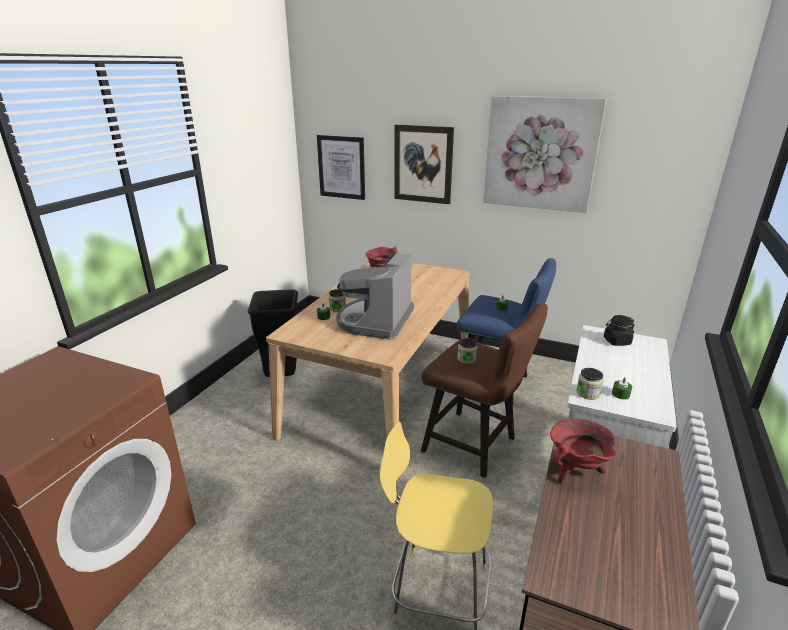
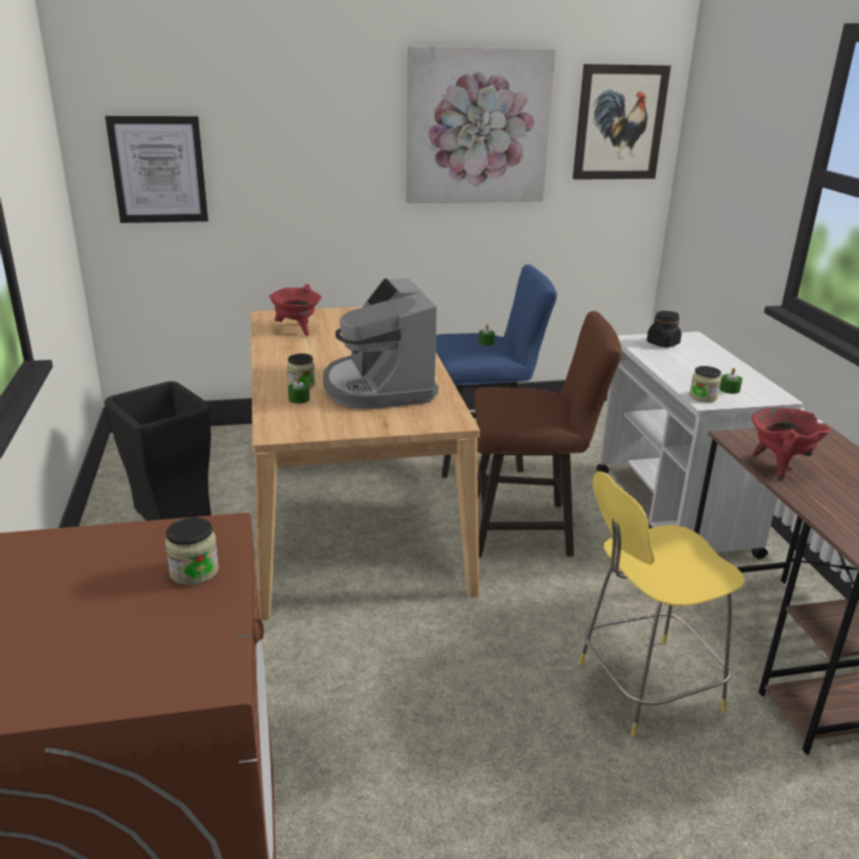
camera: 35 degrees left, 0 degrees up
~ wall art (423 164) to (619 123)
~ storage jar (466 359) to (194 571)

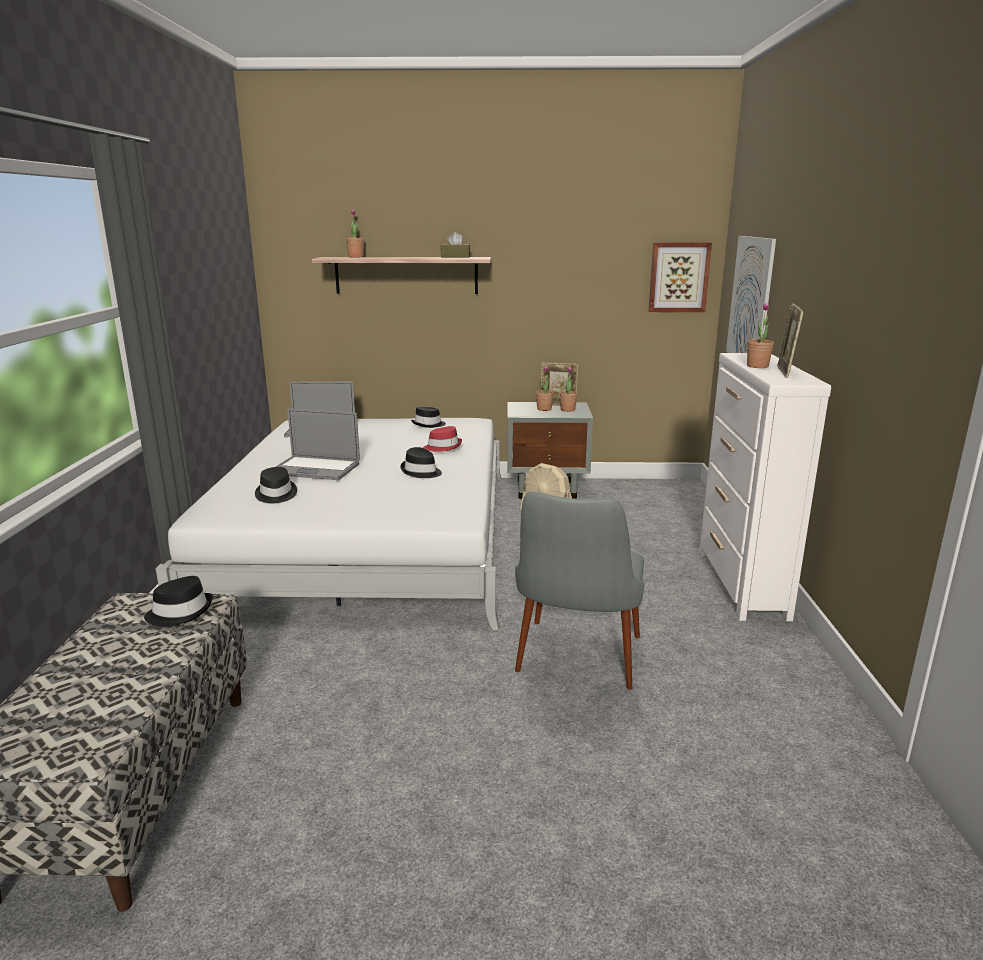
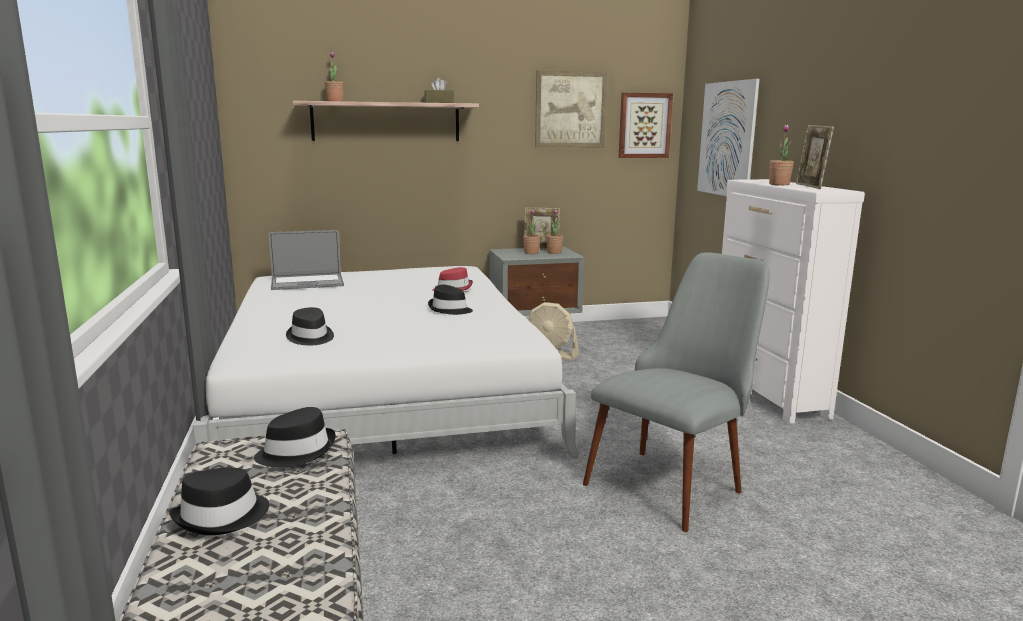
camera: 15 degrees left, 5 degrees down
- laptop (315 469)
~ clothing hat in black (429 425) to (222 517)
~ plain chair in gray (575 667) = (675 479) 135 degrees counterclockwise
+ wall art (570 109)

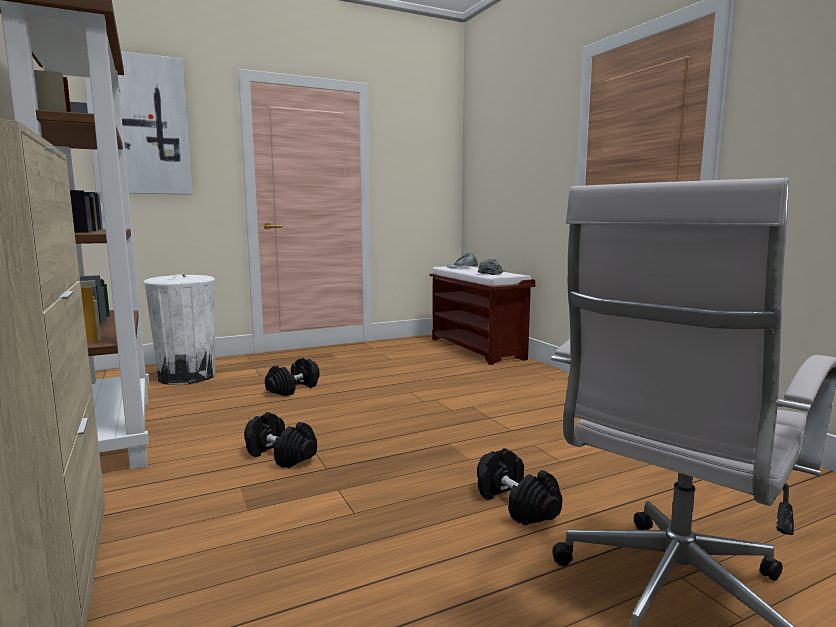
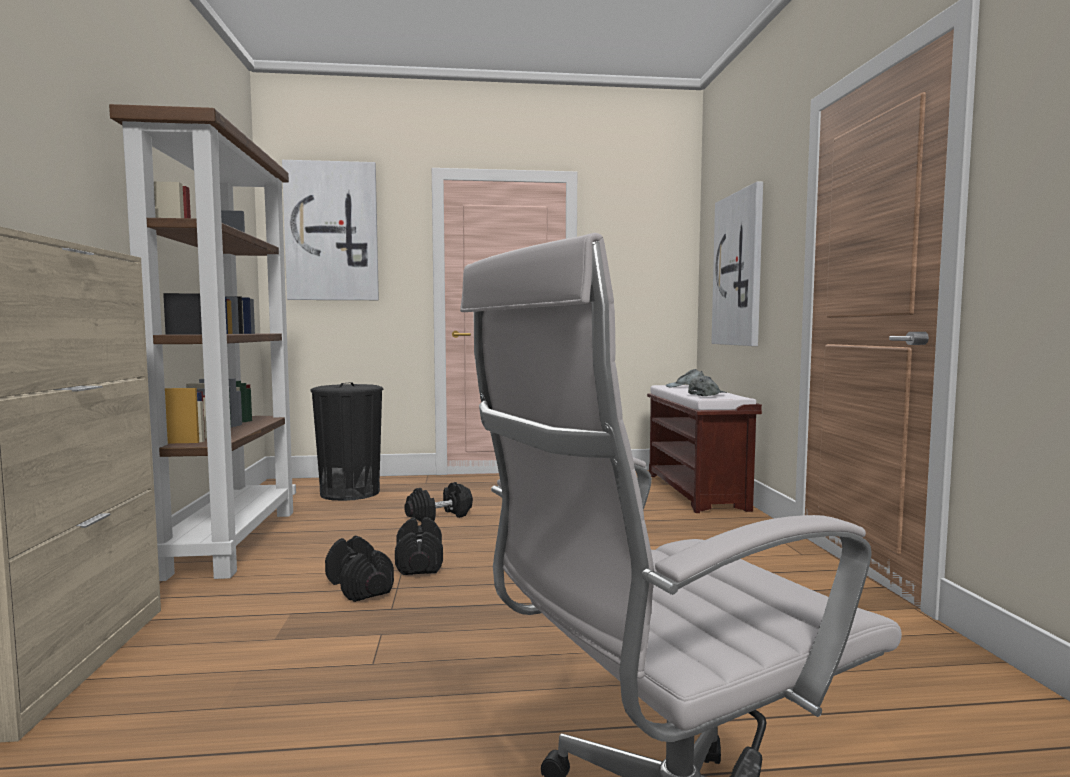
camera: 20 degrees right, 5 degrees down
~ trash can in white (187 376) to trash can in black (350 493)
~ free weight in black (515 504) to (419 563)
+ wall art (739 269)

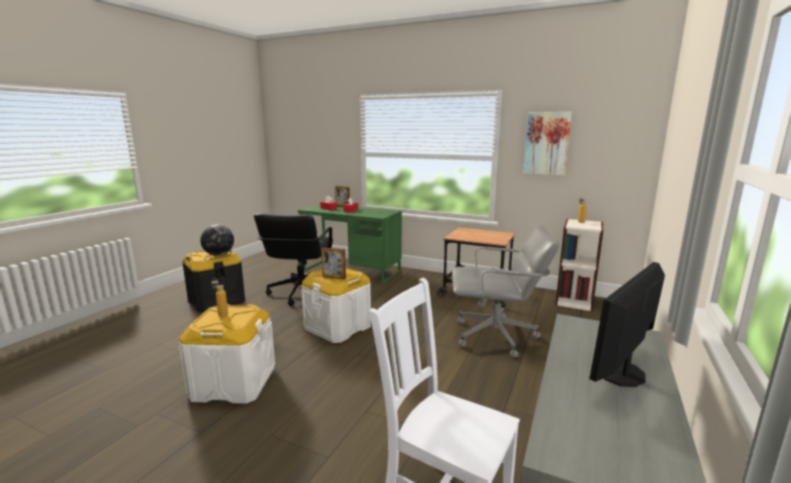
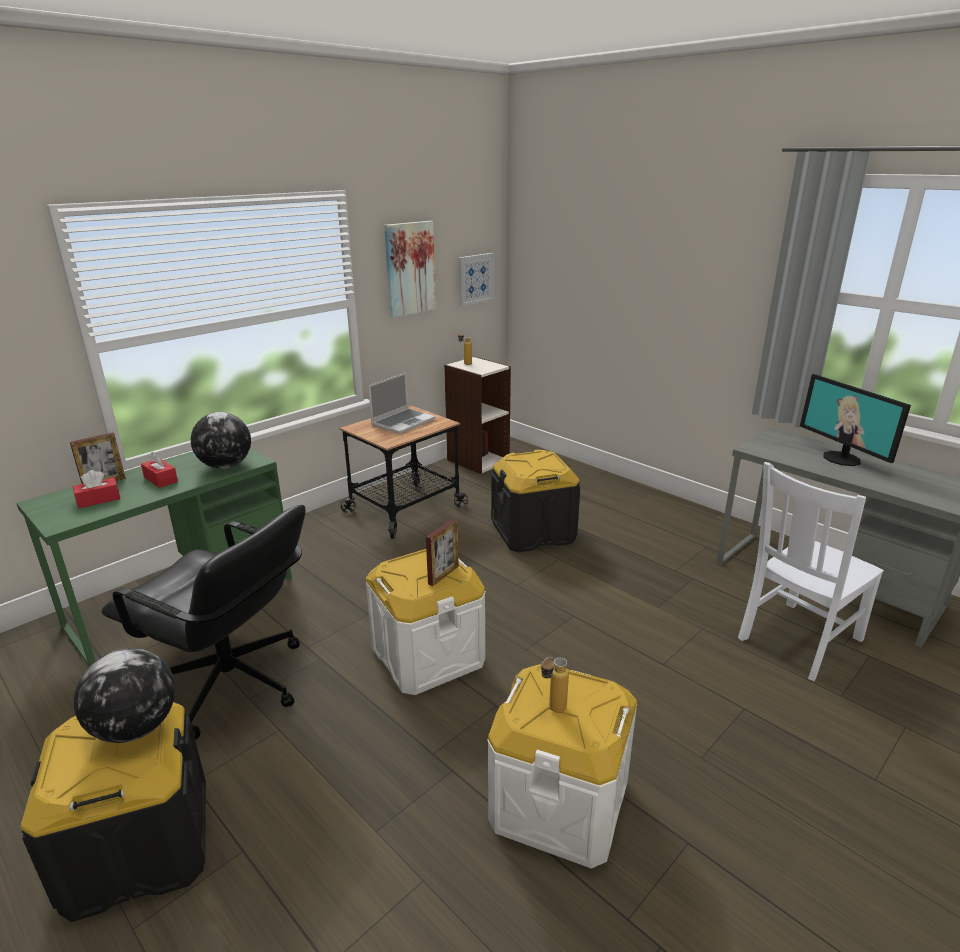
camera: 70 degrees left, 10 degrees up
~ computer chair in gray (496 336) to storage container in black (533 532)
+ desk globe (226 466)
+ laptop (403 422)
+ wall art (475 279)

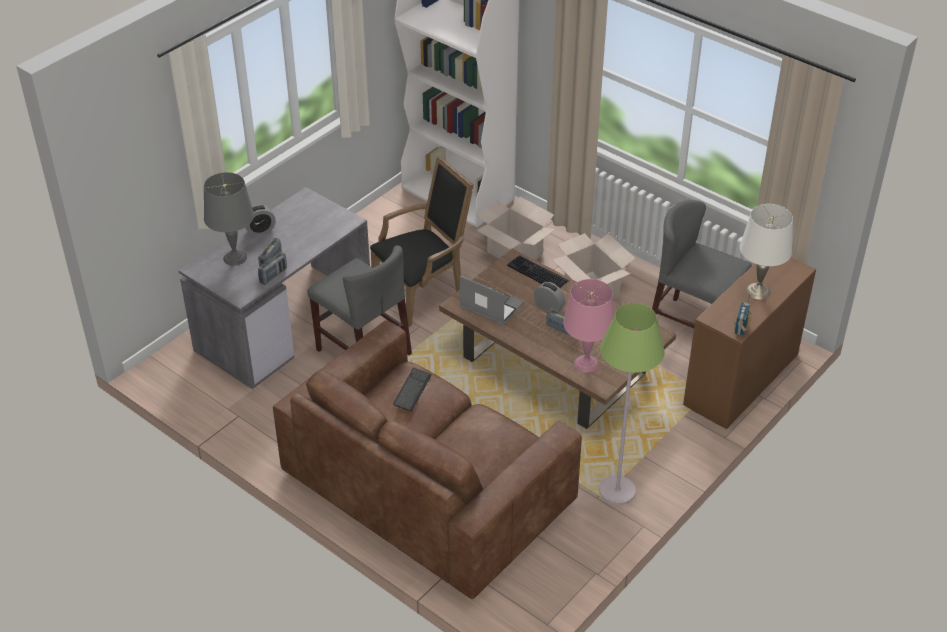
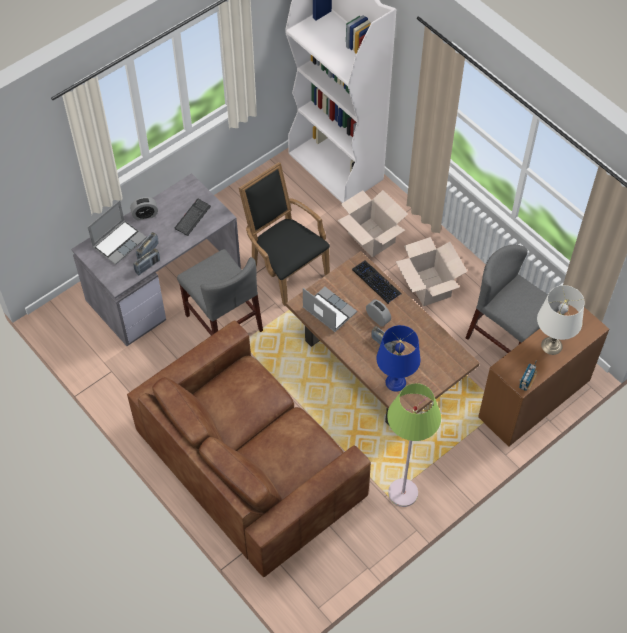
camera: 10 degrees right, 15 degrees up
~ lamp for a table in gray (235 257) to laptop (119 242)
~ armchair in black (423 292) = (285 268) 105 degrees counterclockwise
~ computer keyboard (412 390) to (192 218)
~ lamp for a table in pinkish (586 364) to lamp for a table in blue (396 382)

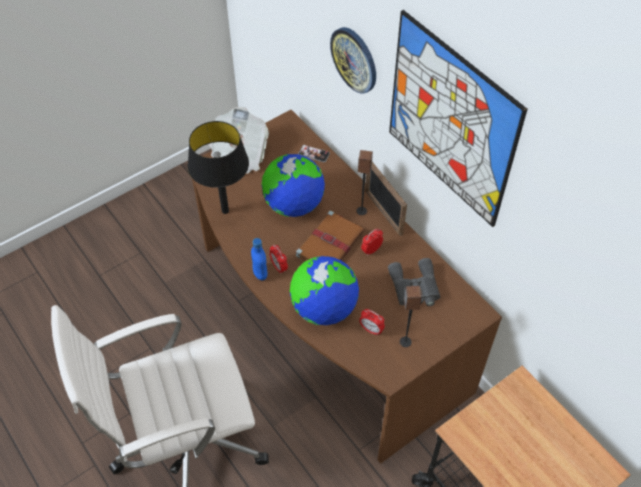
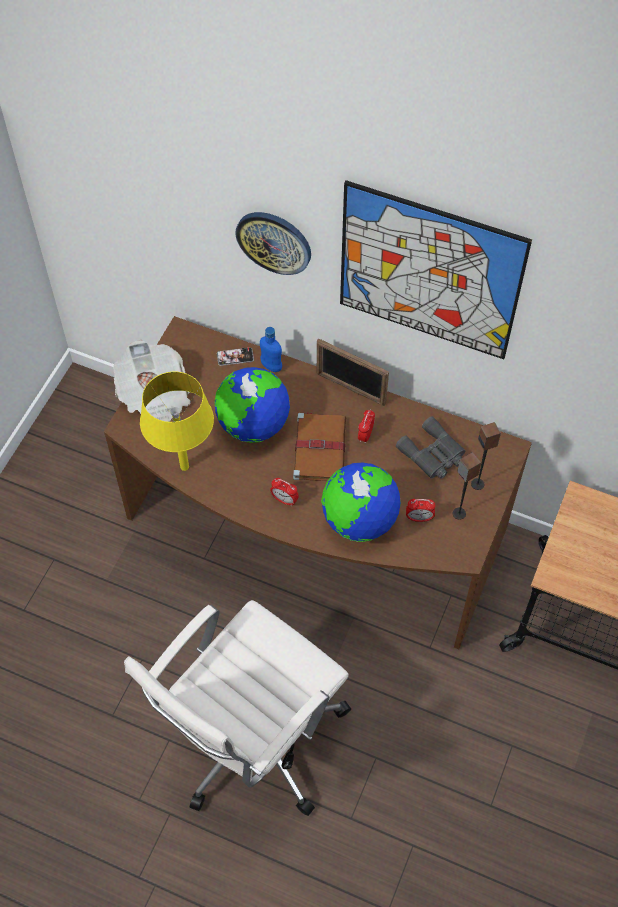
camera: 30 degrees left, 5 degrees up
~ lamp for a table in black (225 211) to lamp for a table in yellowish (184 467)
~ beverage bottle in blue (260 273) to (271 366)
~ speaker (362 211) to (478 484)

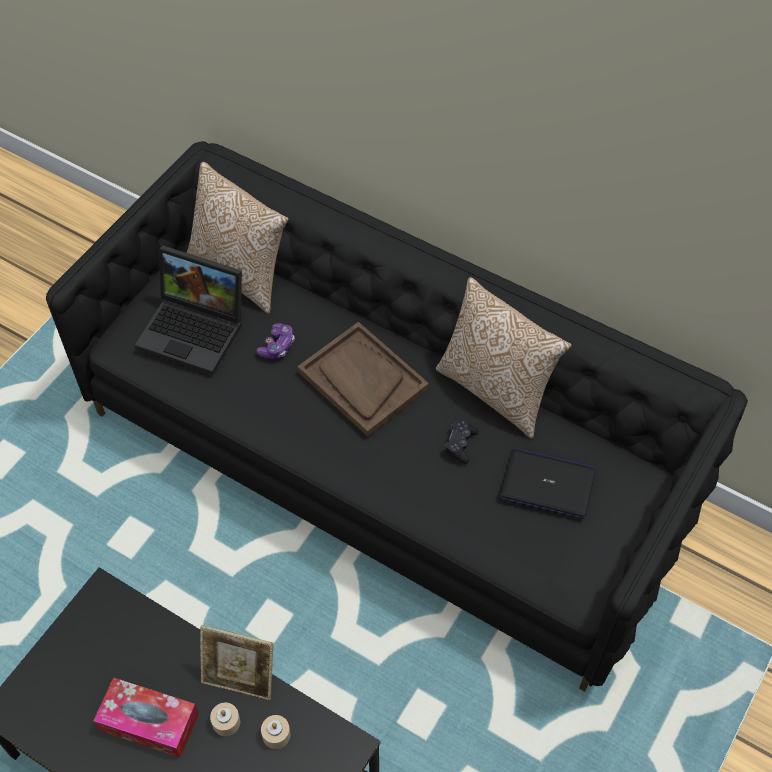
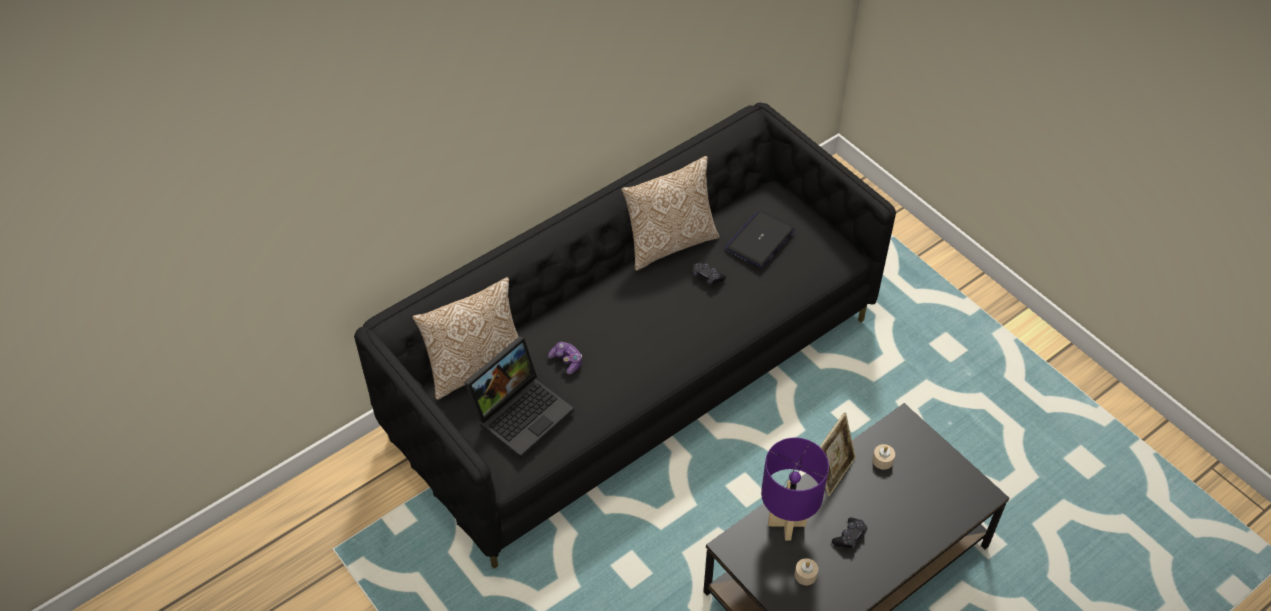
camera: 70 degrees left, 5 degrees down
~ tissue box (149 722) to joypad in black (849 536)
~ wax light in beige-coloured (226 722) to (805 575)
- carrying tray in brownish (362 380)
+ lamp for a table in purple-coloured (786 523)

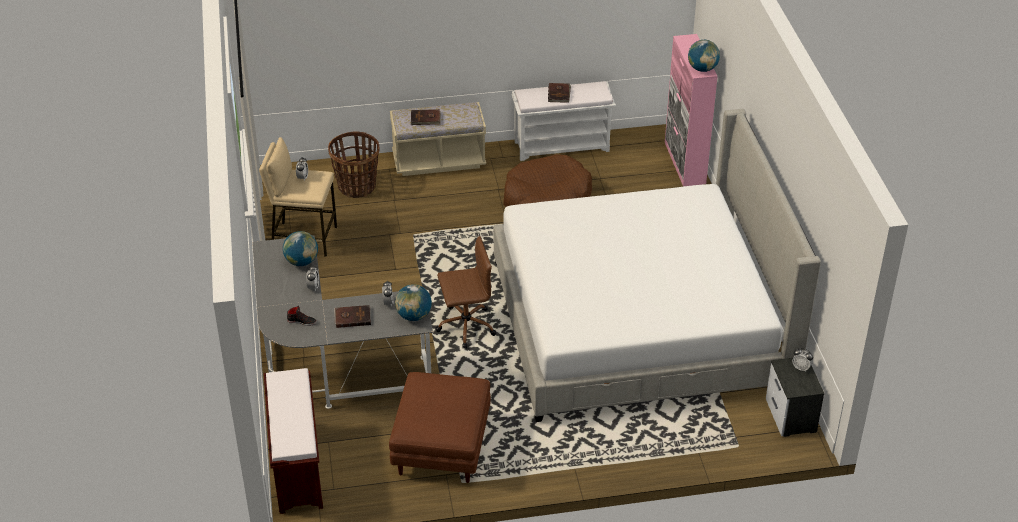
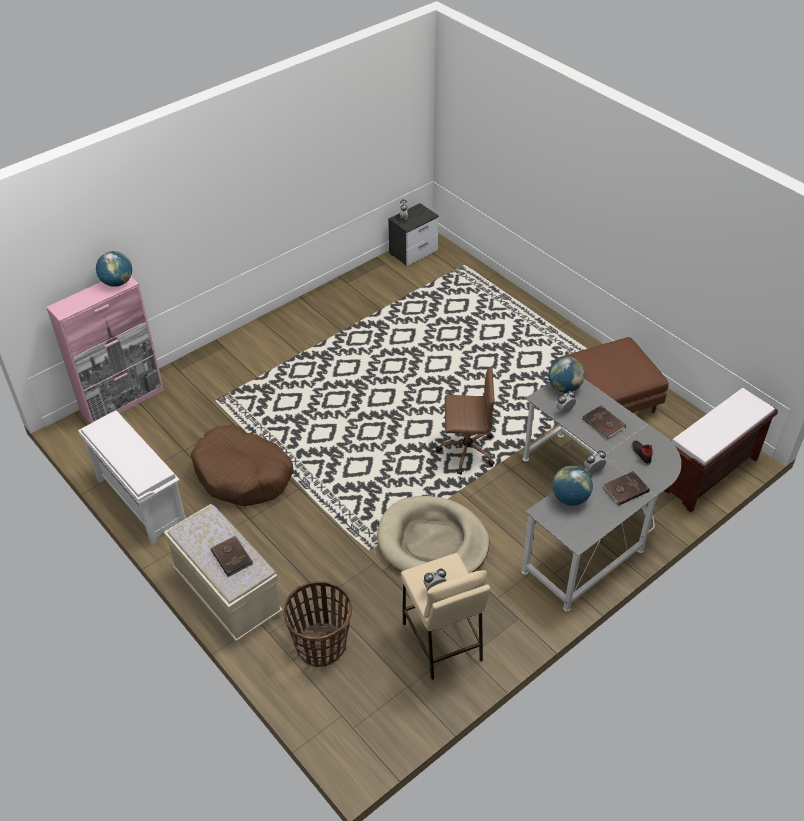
camera: 120 degrees left, 5 degrees up
~ computer chair in brownish (465 326) = (466 450) 135 degrees clockwise
- sleeping bed (638 323)
~ volume in brownish (559 94) to (625 489)
+ dog bed in beige-coloured (432 542)

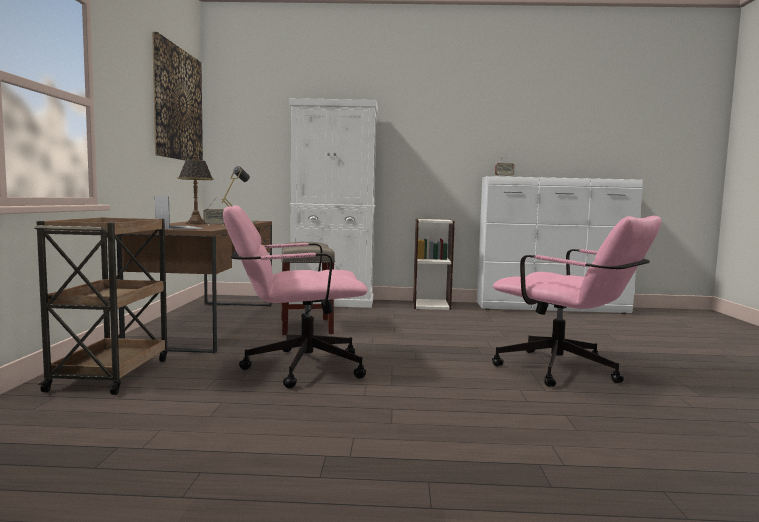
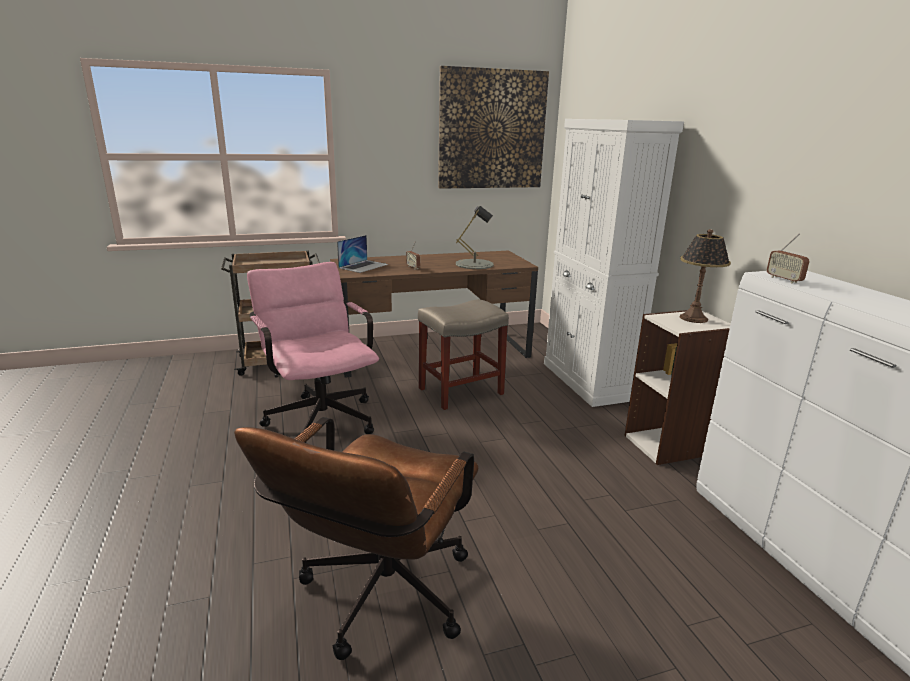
camera: 70 degrees right, 15 degrees up
~ lamp for a table (196 223) to (694 318)
~ computer chair in pinkish (568 372) to computer chair in brownish (378 600)

